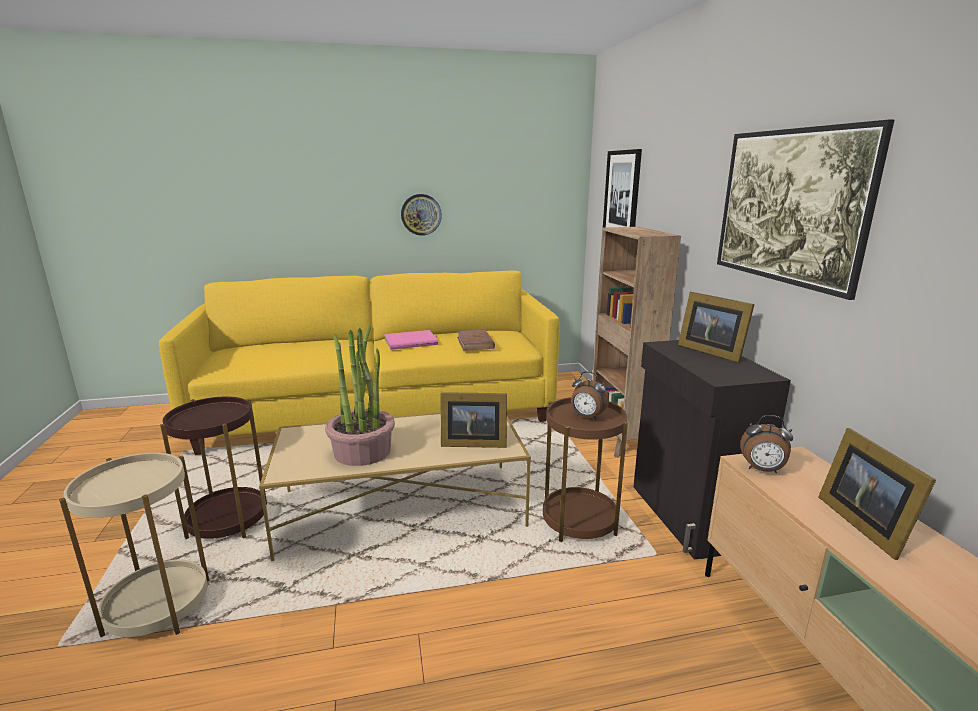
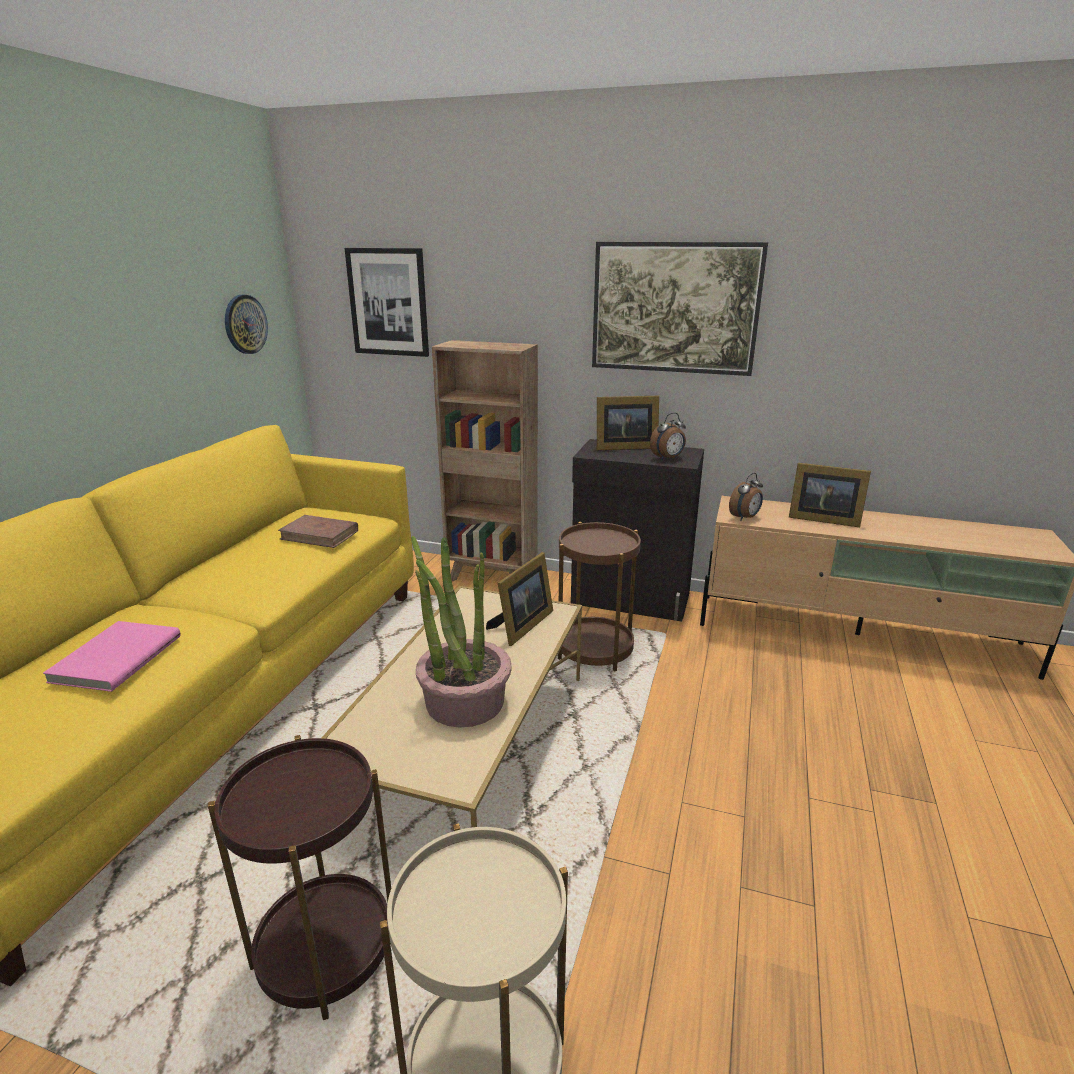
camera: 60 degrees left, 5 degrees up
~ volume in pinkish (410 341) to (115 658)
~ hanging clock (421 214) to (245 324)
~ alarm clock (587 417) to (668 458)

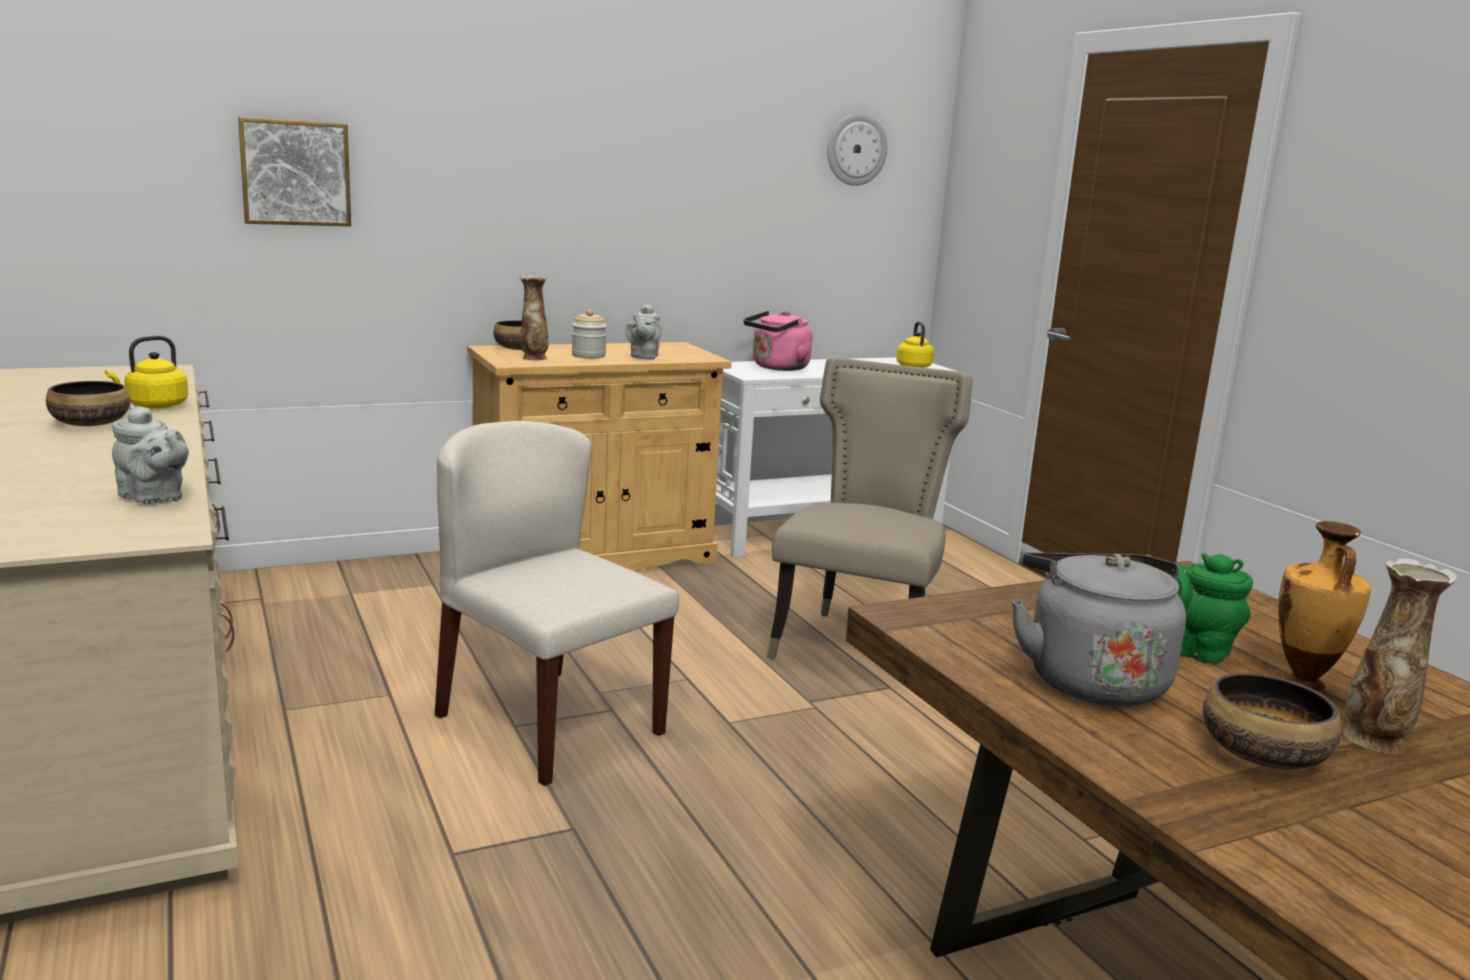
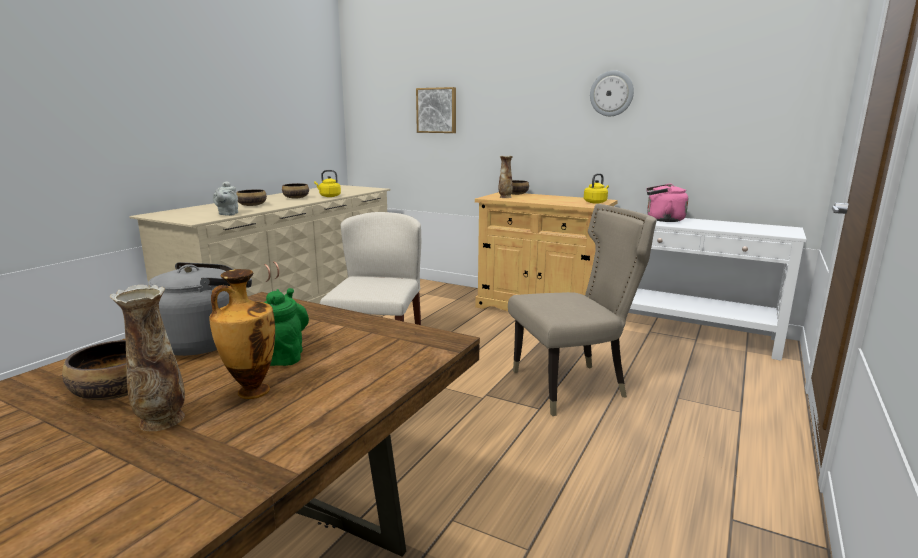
camera: 55 degrees right, 0 degrees up
- storage jar (588 356)
- tea pot in gray (643 357)
~ hanging clock (856 149) to (611 93)
~ kettle in yellowish (913 366) to (596 202)
+ bowl (252 205)

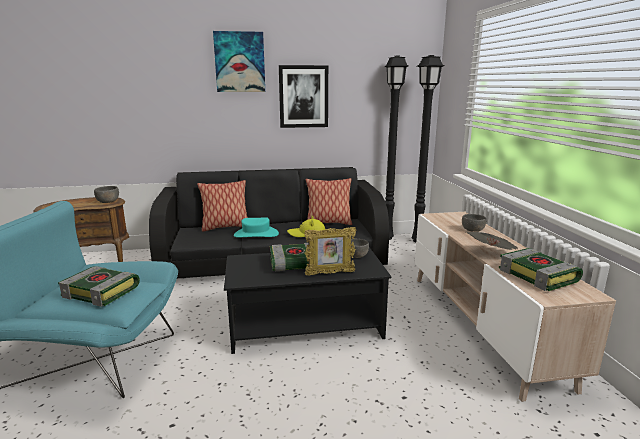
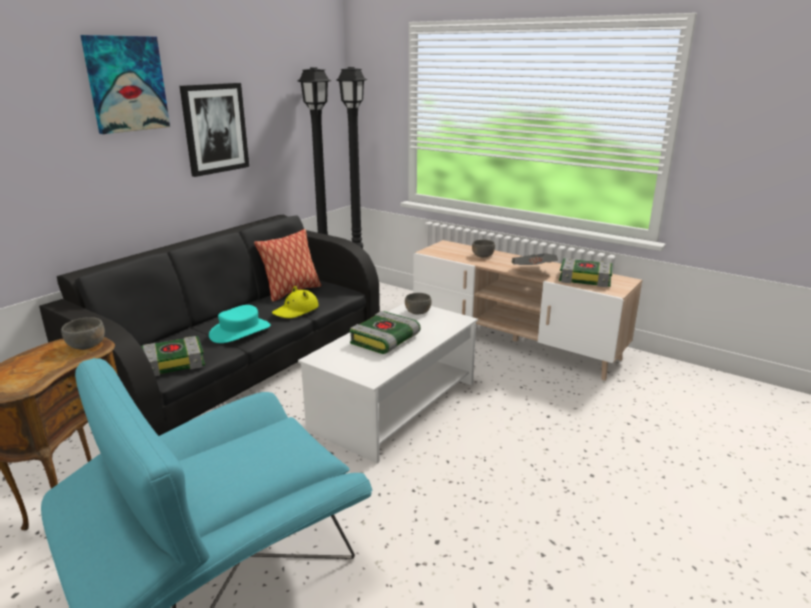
camera: 45 degrees left, 5 degrees up
~ volume (102 292) to (174 362)
- throw pillow (225 227)
~ lounge table in black (306 325) to lounge table in white (395 405)
- picture frame (330 273)

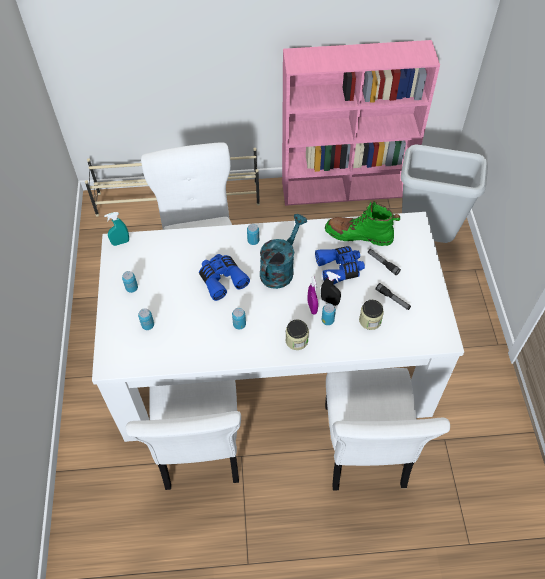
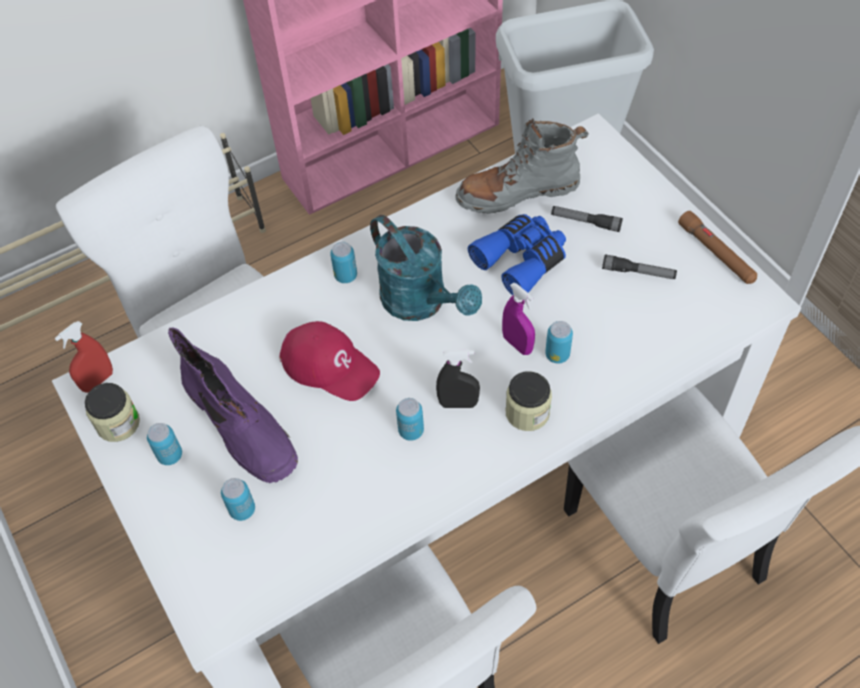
camera: 25 degrees left, 0 degrees up
~ spray bottle in turquoise-coloured (120 242) to spray bottle in red (98 381)
~ pair of binoculars in blue (222 279) to peaked cap in red (330 365)
~ sprinkling can in turquoise-coloured (280 268) = (421 303) 135 degrees clockwise
~ spray bottle in black (329 301) to (458 403)
~ high-top boot in green-coloured (359 235) to high-top boot in gray (518 192)
~ storage jar (370 320) to (118 423)
+ high-top boot in purple-coloured (243 427)
+ flashlight in brownish (716 253)

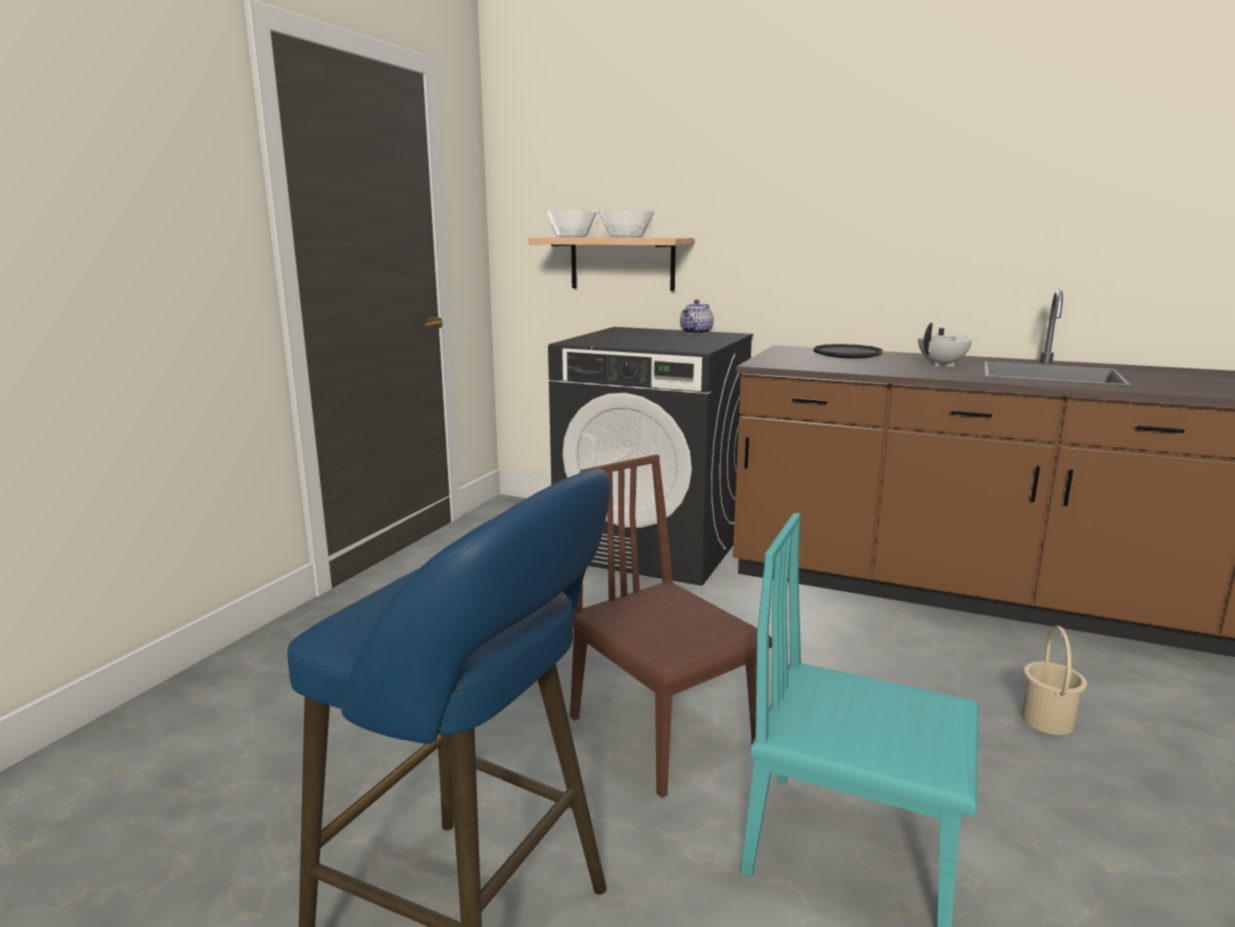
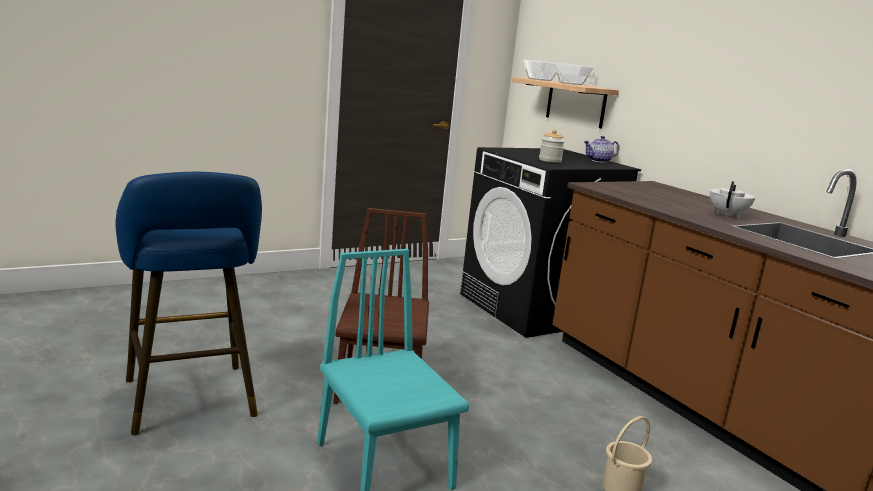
camera: 35 degrees right, 0 degrees up
- plate in black (847 356)
~ tea pot in white (942 365) = (728 215) 60 degrees counterclockwise
+ storage jar (550 160)

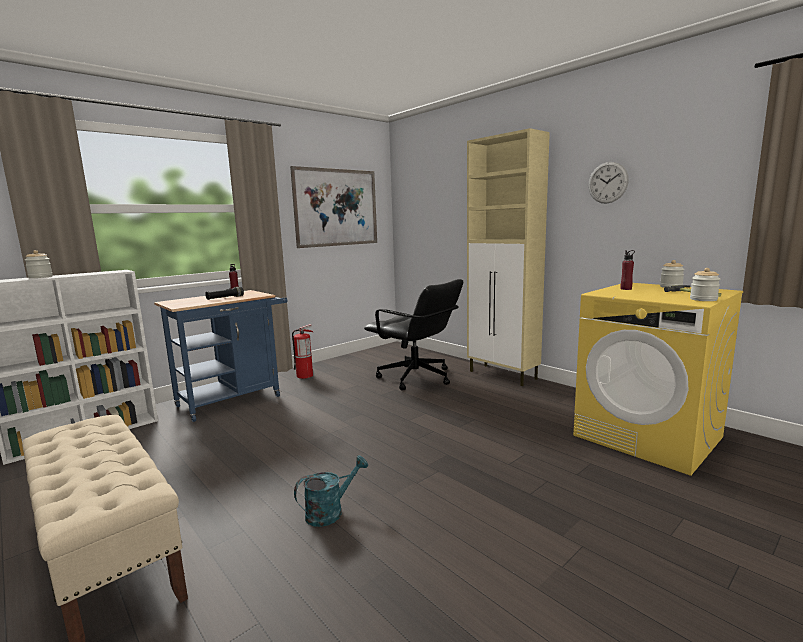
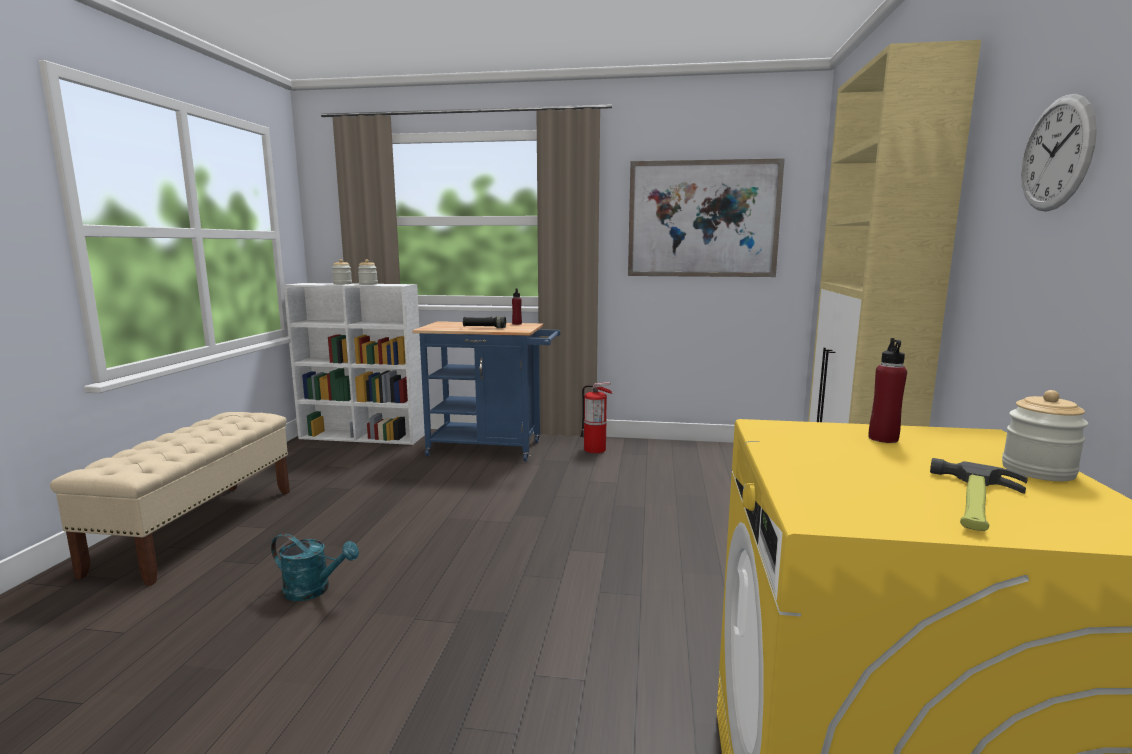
camera: 50 degrees right, 0 degrees up
- computer chair in black (416 378)
~ storage jar (703 299) to (368 284)

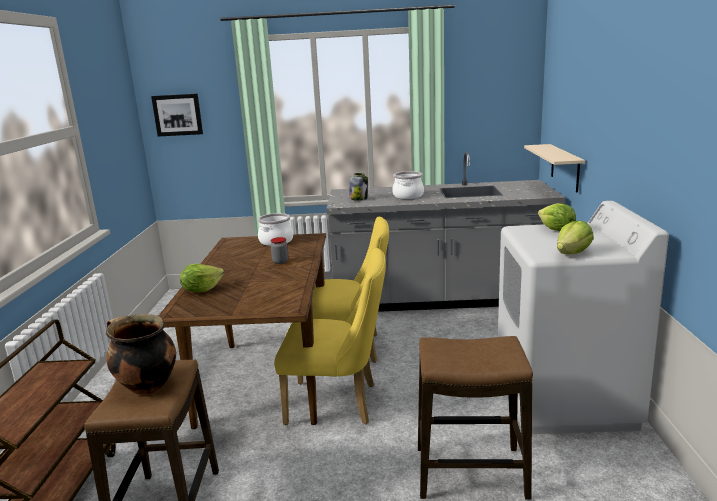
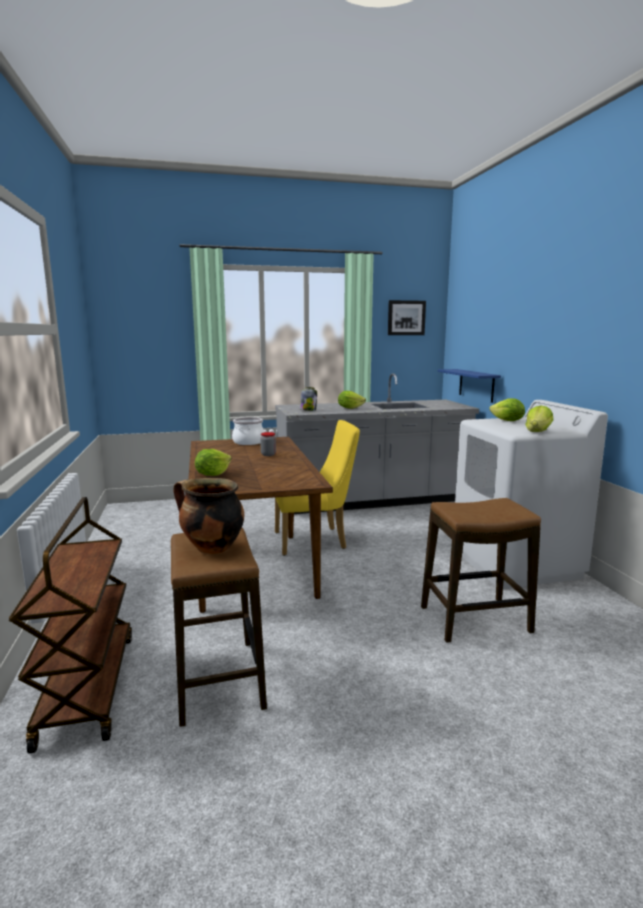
camera: 15 degrees left, 5 degrees down
~ wall art (178 115) to (406 318)
- plain chair in yellowish (339 403)
~ saucepot (408 196) to head of lettuce (350 408)
~ wall shelf in beige-coloured (565 167) to wall shelf in blue (476 385)

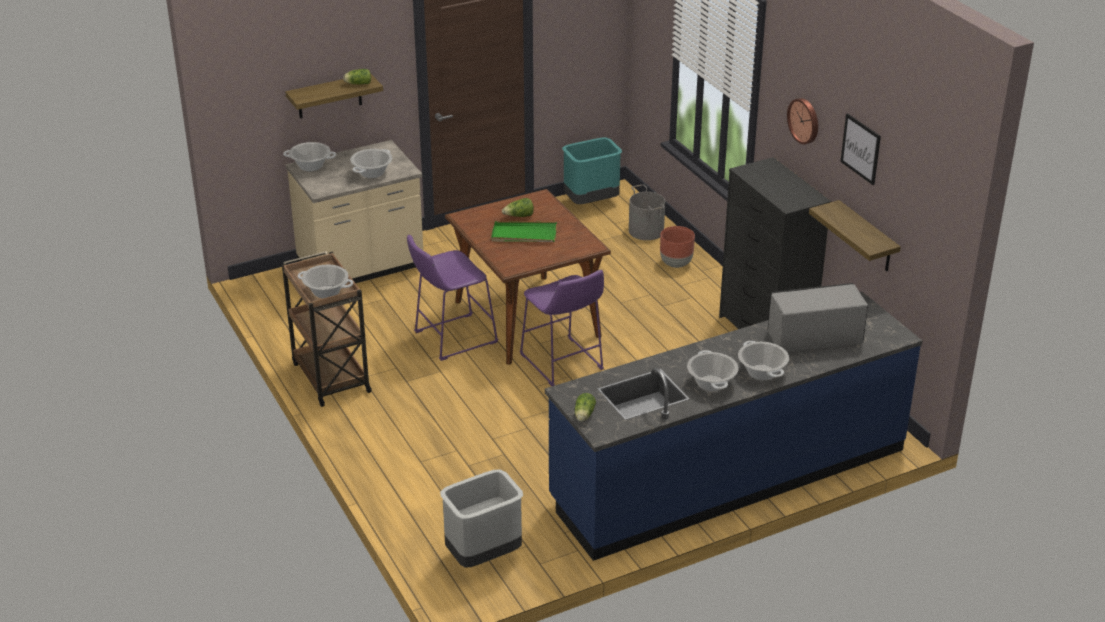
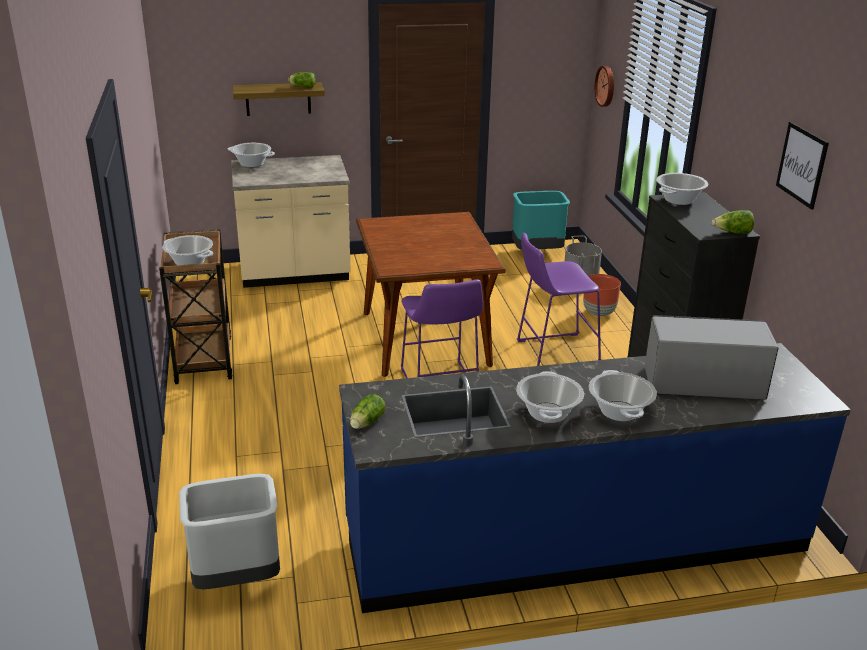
camera: 15 degrees right, 5 degrees down
~ saucepot (372 173) to (679 200)
~ sitting stool in purple-coloured (451 338) to (553 352)
- carrying tray in green-coloured (523 234)
~ head of lettuce (519 216) to (732 233)
~ hanging clock (804 120) to (606 86)
- wall shelf (867 238)

